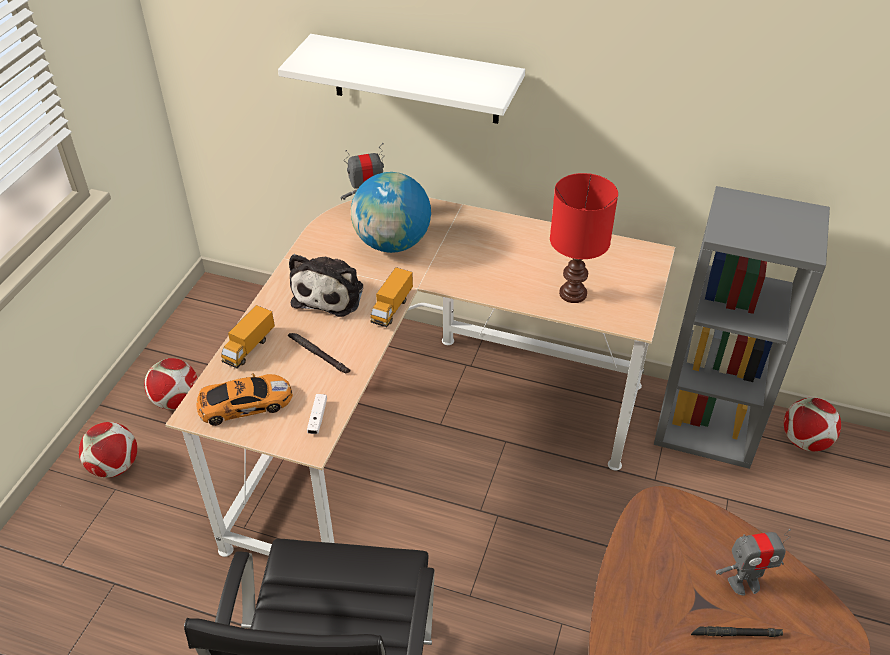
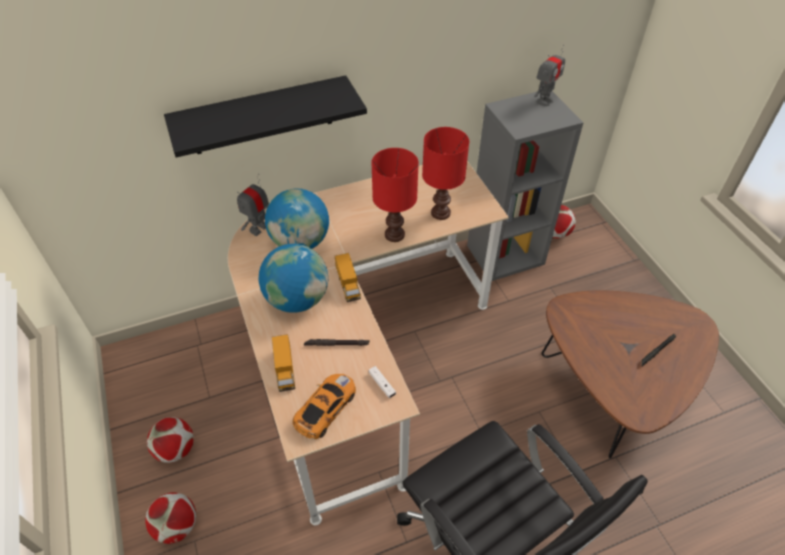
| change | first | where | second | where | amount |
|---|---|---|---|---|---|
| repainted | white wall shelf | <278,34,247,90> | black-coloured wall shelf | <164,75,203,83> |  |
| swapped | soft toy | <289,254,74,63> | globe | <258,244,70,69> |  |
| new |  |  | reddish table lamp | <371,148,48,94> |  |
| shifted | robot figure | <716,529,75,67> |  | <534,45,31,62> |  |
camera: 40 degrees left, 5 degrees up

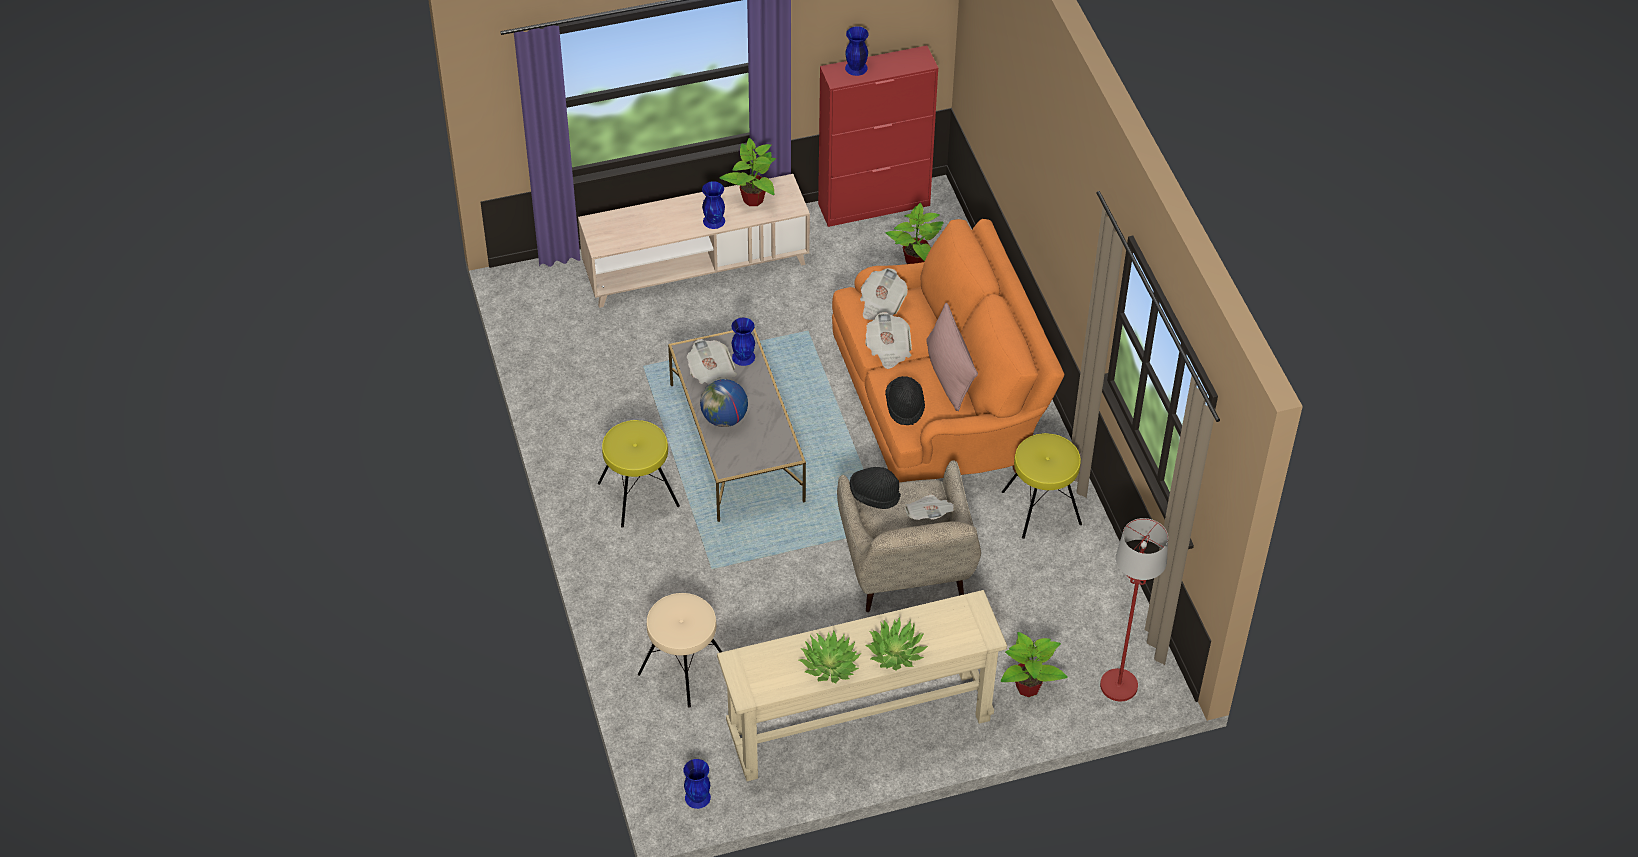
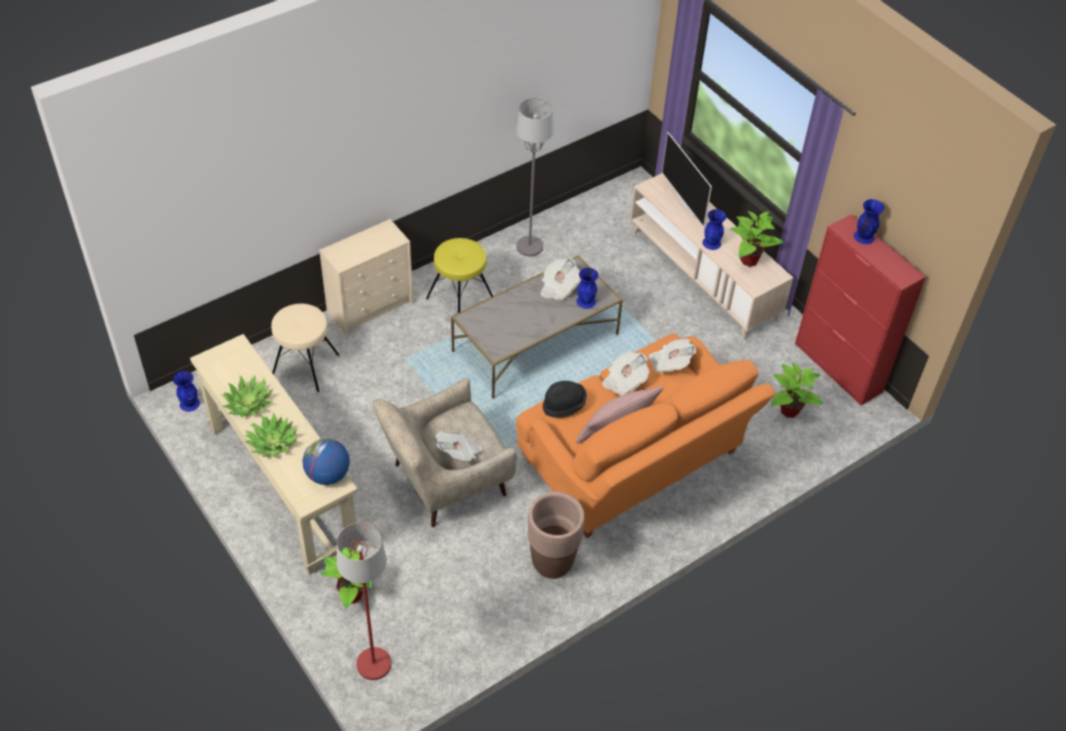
| change | first | where | second | where | amount |
|---|---|---|---|---|---|
| shifted | globe | <700,379,48,48> |  | <303,438,47,47> |  |
| new |  |  | beige drawer chest | <319,219,94,116> |  |
| new |  |  | gray standard lamp | <516,98,38,158> |  |
| swapped | yellow stool | <1002,433,80,106> | brown-coloured plant pot | <528,492,57,87> |  |
| new |  |  | TV set | <662,132,50,95> |  |
| gone | black-coloured wearable hat | <850,467,51,42> |  |  |  |
camera: 70 degrees right, 0 degrees up

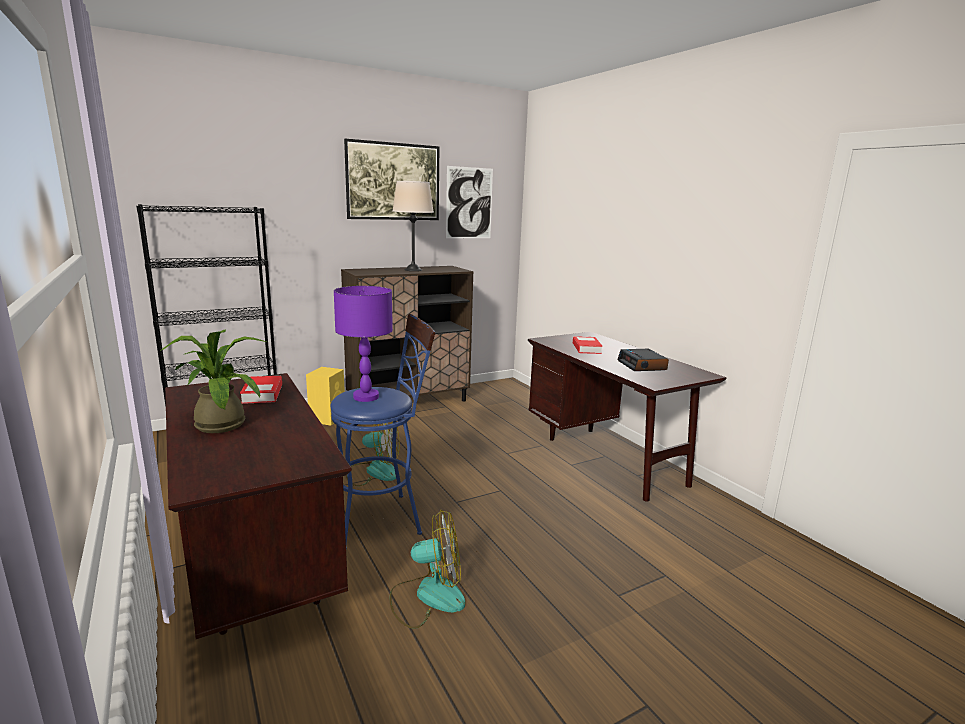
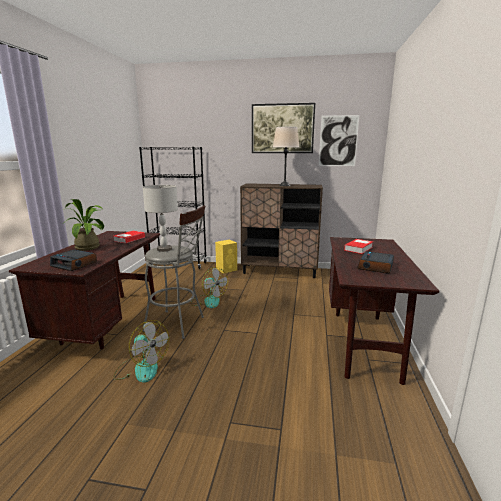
| change | first | where | second | where | amount |
|---|---|---|---|---|---|
| new |  |  | alarm clock | <50,250,47,21> |  |
| repainted | blue stool | <330,314,105,235> | gray stool | <142,205,64,134> |  |
| repainted | purplish table lamp | <334,286,59,116> | gray table lamp | <143,185,35,67> |  |
camera: 40 degrees right, 0 degrees up

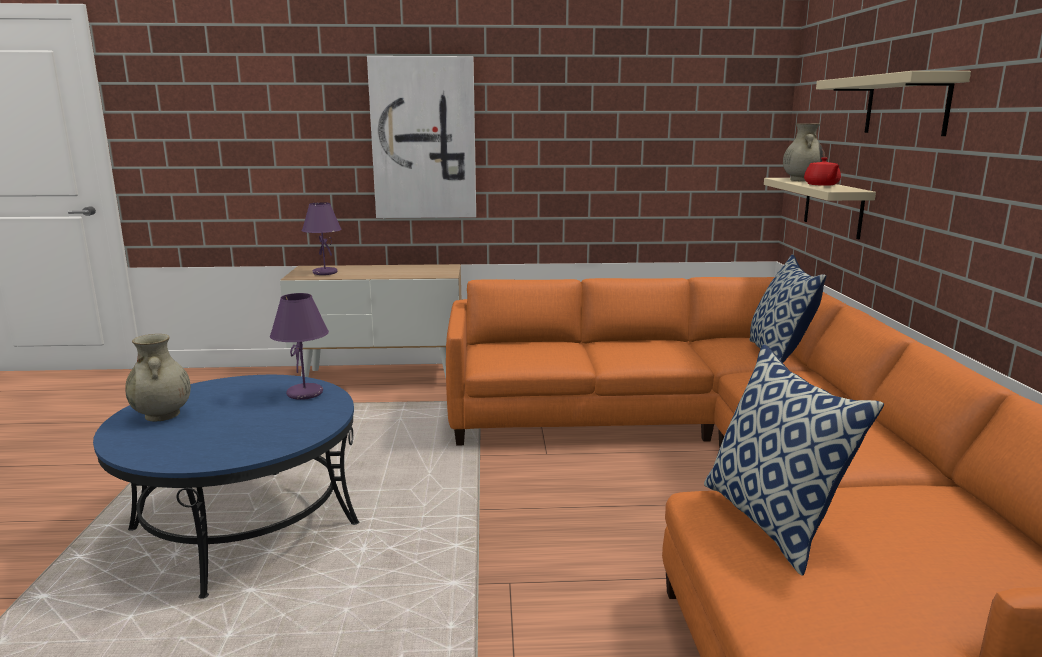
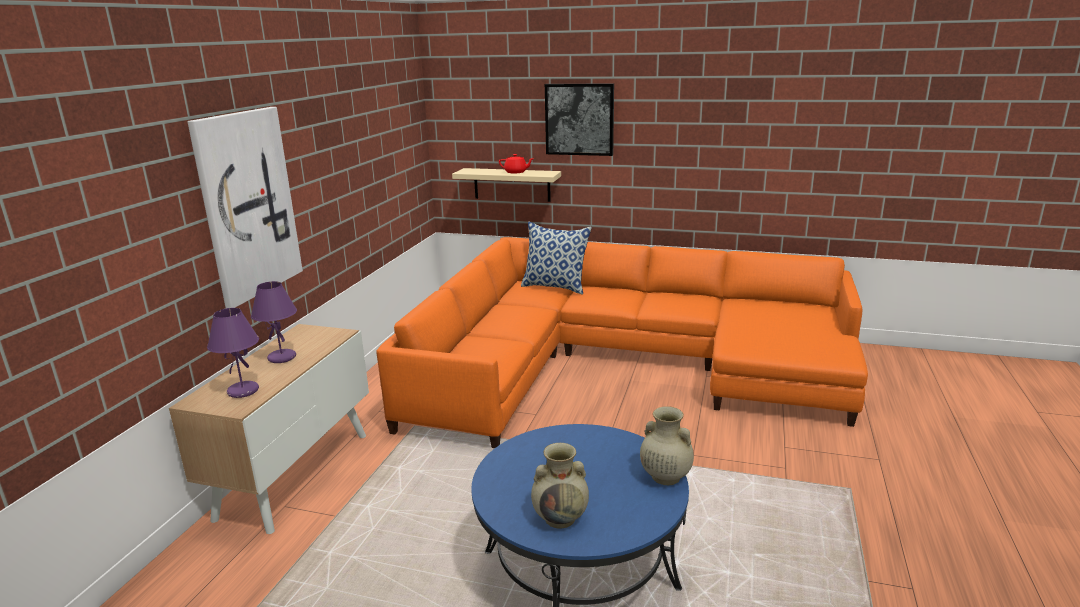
| change | first | where | second | where | amount |
|---|---|---|---|---|---|
| shifted | purplish table lamp | <270,293,59,107> |  | <251,281,46,82> |  |
| swapped | beige wall shelf | <816,71,155,65> | picture | <545,84,69,72> |  |
| shifted | beige flower vase | <783,124,42,57> |  | <640,406,54,79> |  |
| gone | cushion | <704,344,180,232> |  |  |  |
camera: 70 degrees left, 5 degrees up

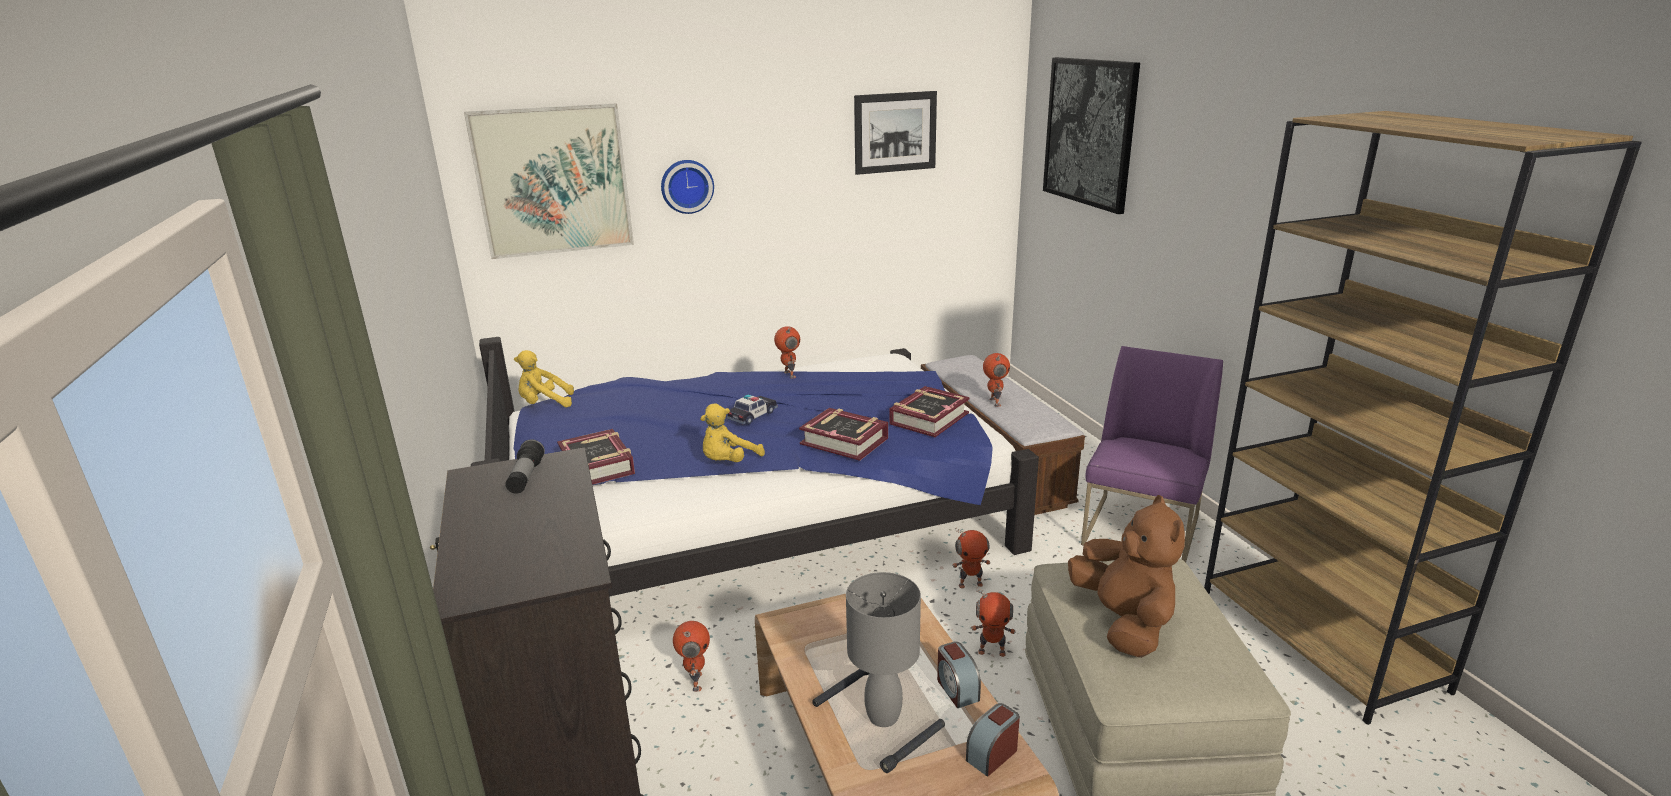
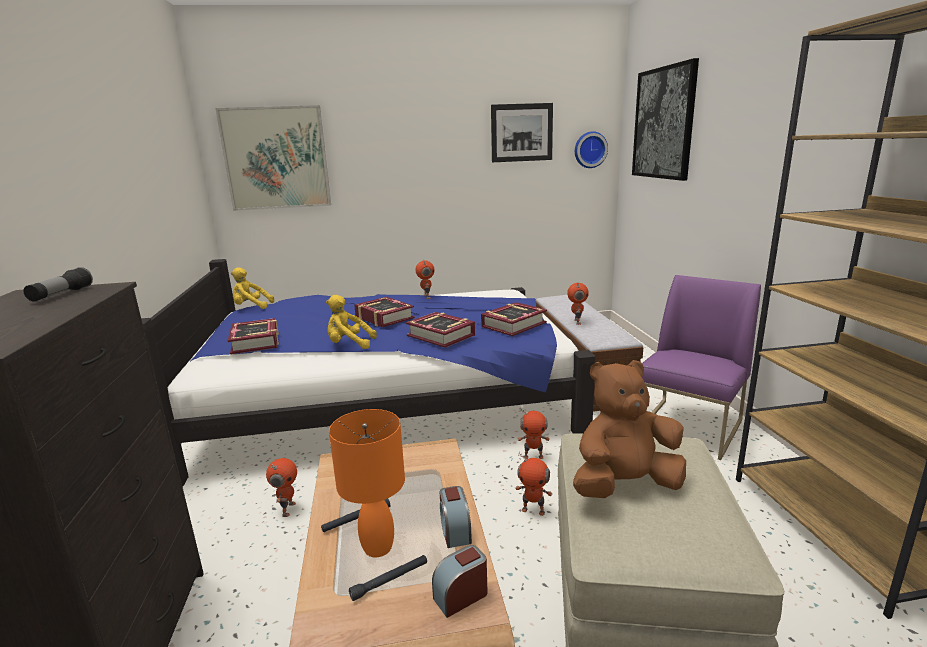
| change | first | where | second | where | amount |
|---|---|---|---|---|---|
| rotated | yellow soft toy | <700,403,65,59> |  | <326,295,51,54> | 45 degrees clockwise |
| repainted | gray table lamp | <846,572,75,155> | orange table lamp | <329,409,76,148> |  |
| swapped | miniature car | <727,394,51,31> | bound book | <354,297,61,30> |  |
| rotated | brown-coloured soft toy | <1068,495,117,163> |  | <573,360,113,138> | 105 degrees counterclockwise |
| shifted | hanging clock | <661,160,53,54> |  | <575,131,33,37> |  |
camera: 10 degrees right, 5 degrees down

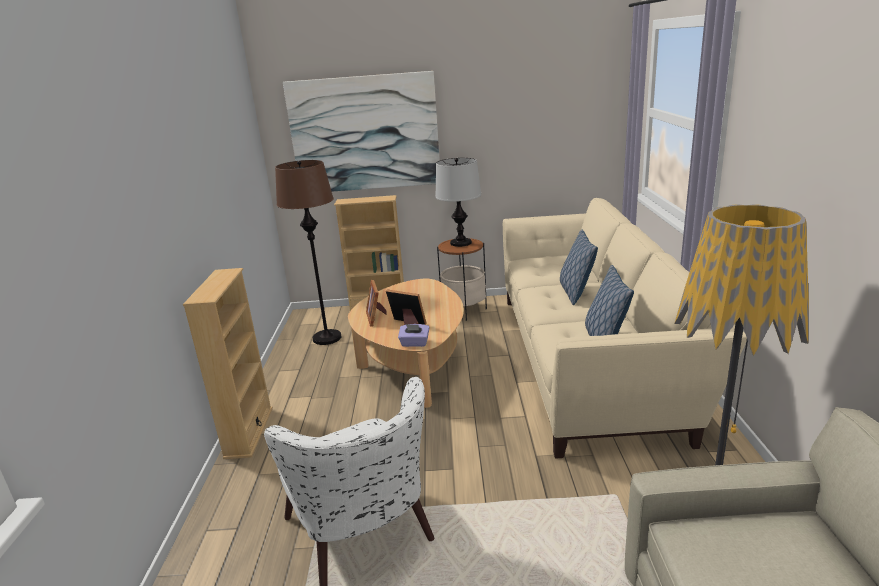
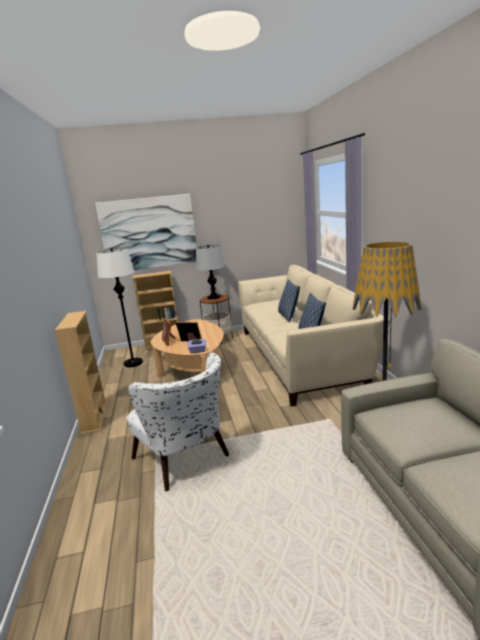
| change | first | where | second | where | amount |
|---|---|---|---|---|---|
| repainted | brown-coloured standard lamp | <275,160,66,185> | white standard lamp | <97,248,46,119> |  |
camera: 10 degrees left, 5 degrees down

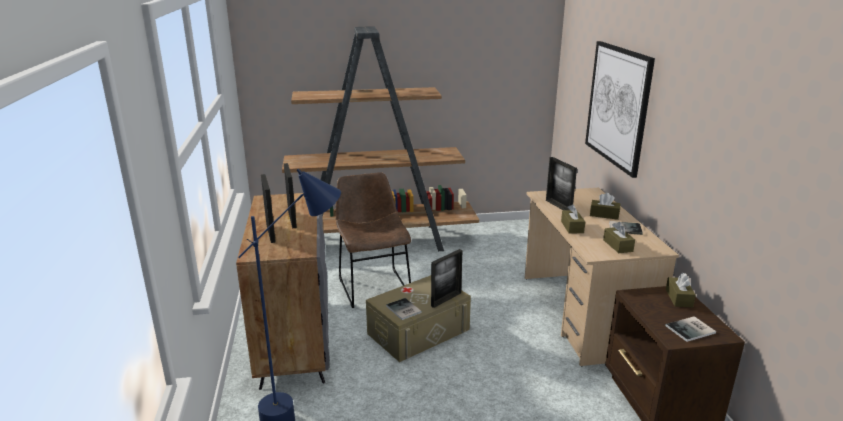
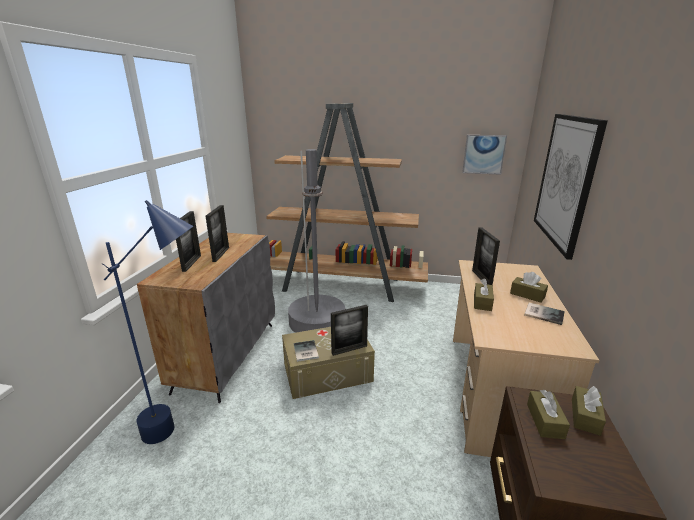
| change | first | where | second | where | amount |
|---|---|---|---|---|---|
| swapped | brown-coloured plain chair | <336,172,75,136> | gray standard lamp | <288,149,57,184> |  |
| new |  |  | picture | <462,135,45,40> |  |
| shifted | brown-coloured tissue box | <603,222,32,31> |  | <527,390,43,49> |  |
| gone | bound book | <665,316,51,26> |  |  |  |
camera: 20 degrees right, 0 degrees up

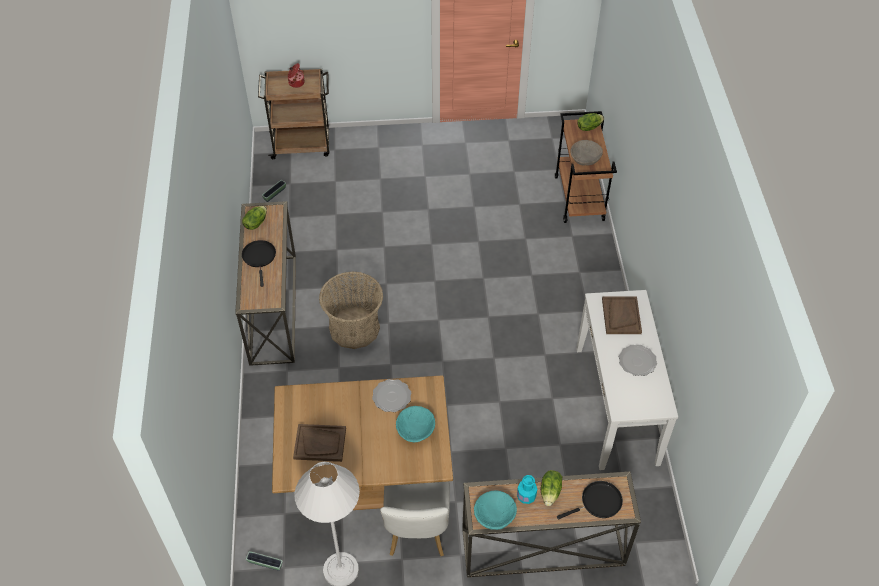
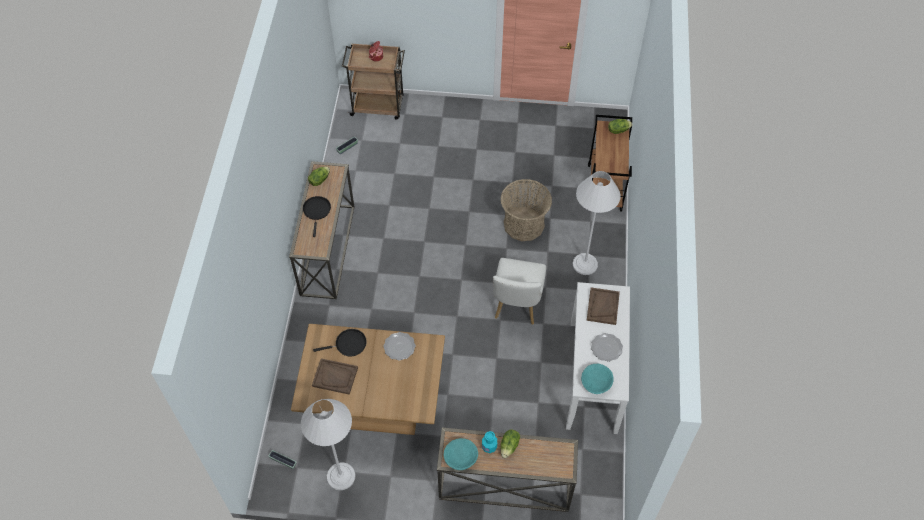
| change | first | where | second | where | amount |
|---|---|---|---|---|---|
| shifted | black-coloured pan | <557,481,66,39> |  | <313,329,54,27> |  |
| shifted | white plain chair | <380,481,70,75> |  | <493,258,53,67> |  |
| shifted | basket | <319,272,64,77> |  | <500,179,52,62> |  |
| new |  |  | white standard lamp | <573,171,48,104> |  |
| shifted | turquoise-coloured serving bowl | <396,406,39,36> |  | <581,364,32,30> |  |
| gone | beige serving bowl | <570,140,33,25> |  |  |  |
camera: 10 degrees right, 5 degrees up

